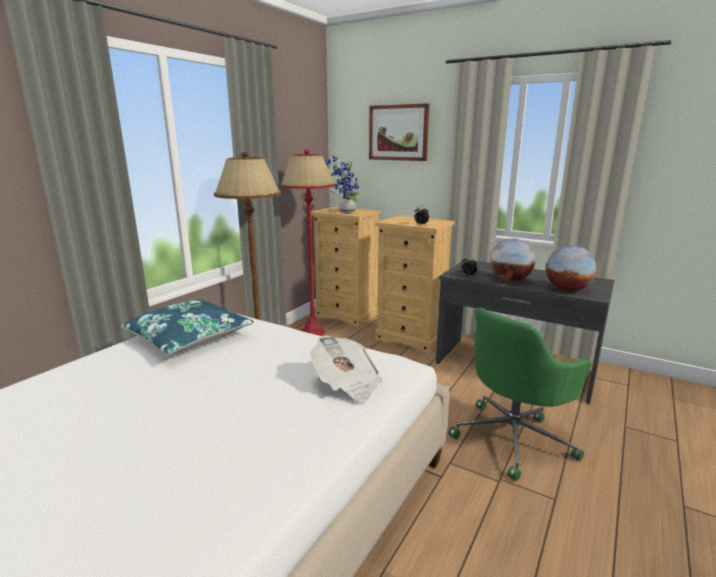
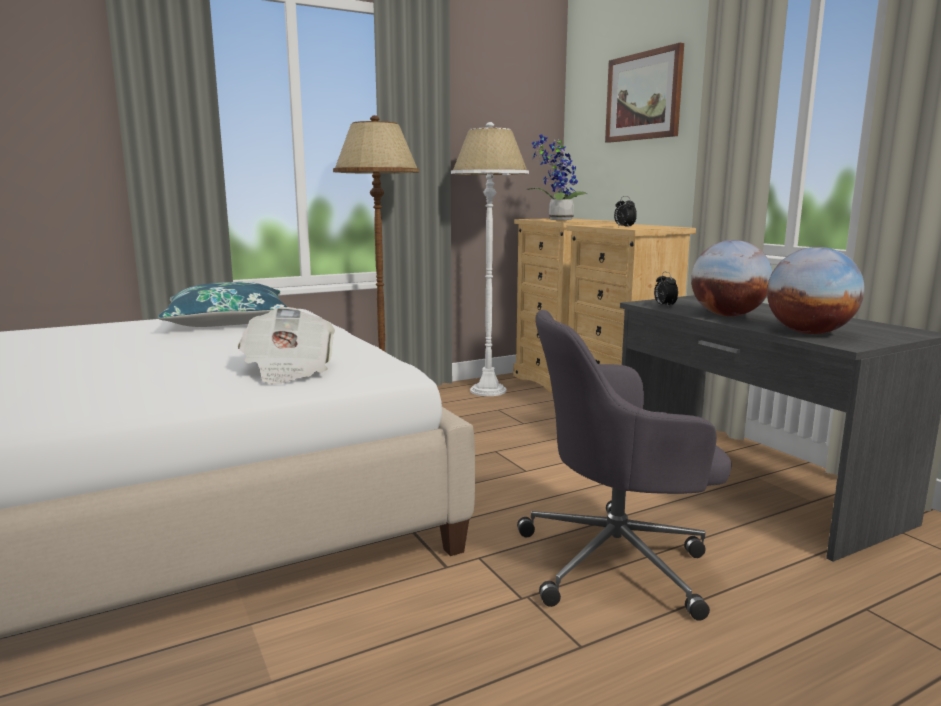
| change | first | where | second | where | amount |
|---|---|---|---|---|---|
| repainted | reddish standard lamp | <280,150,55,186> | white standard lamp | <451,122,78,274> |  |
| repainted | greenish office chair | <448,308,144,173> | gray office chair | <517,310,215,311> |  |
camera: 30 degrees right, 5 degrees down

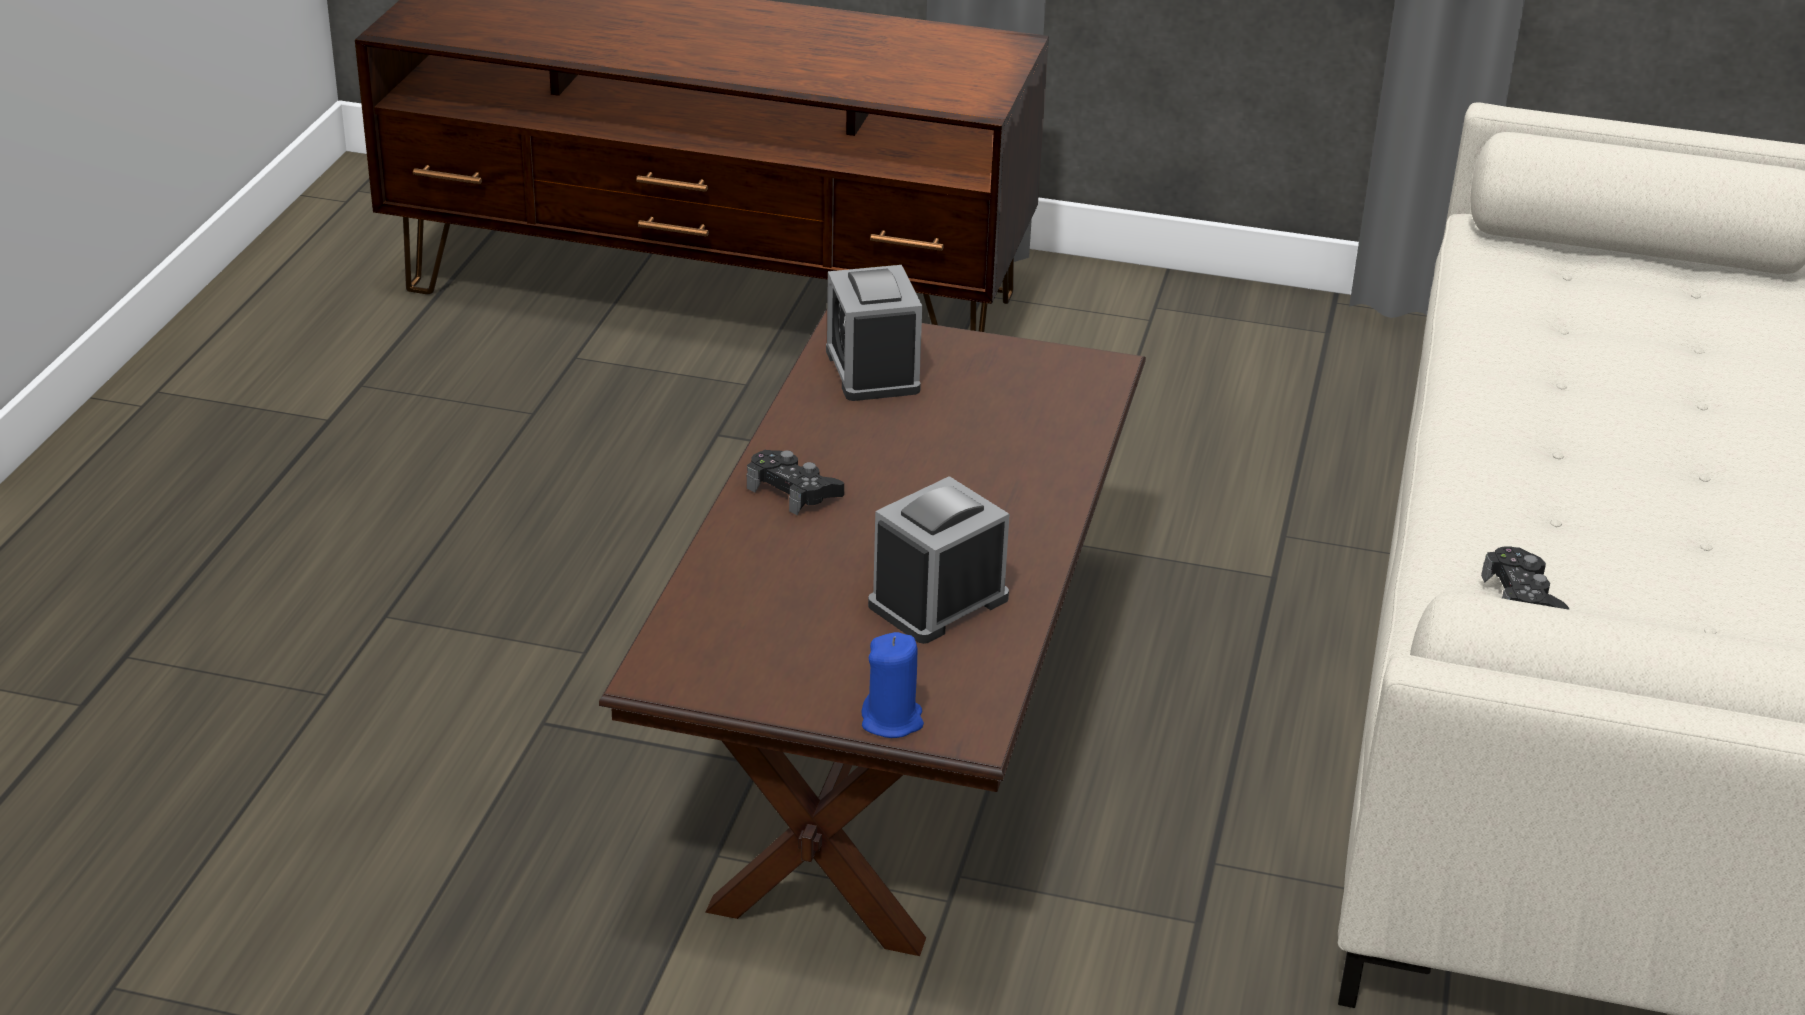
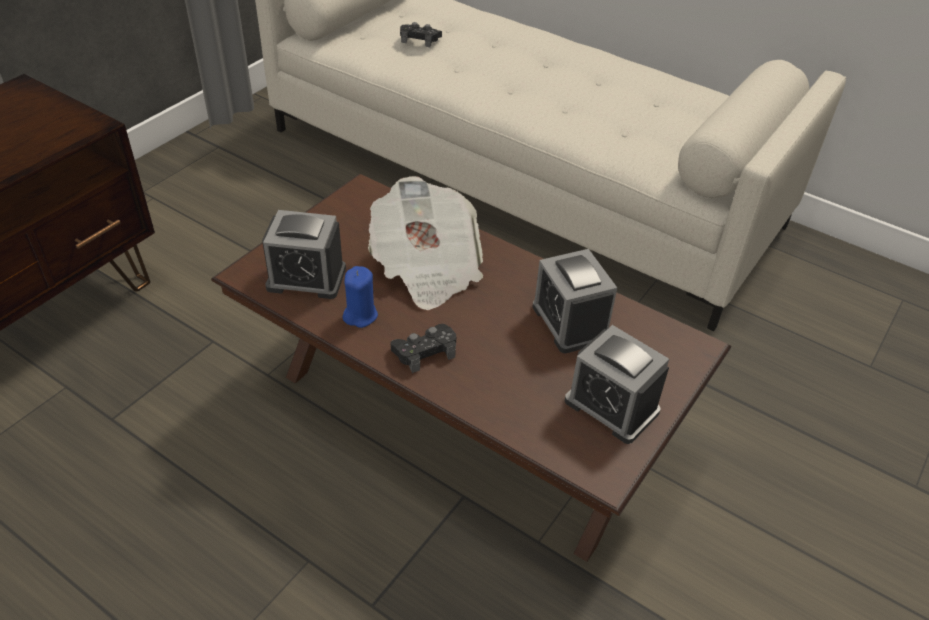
| change | first | where | second | where | amount |
|---|---|---|---|---|---|
| shifted | blue wax candle | <861,632,63,106> |  | <343,266,35,62> |  |
| new |  |  | printed paper | <368,176,115,134> |  |
| shifted | black-coloured game controller | <1481,546,88,64> |  | <400,22,42,25> |  |
| new |  |  | alarm clock | <565,325,104,119> |  |
camera: 70 degrees left, 10 degrees up

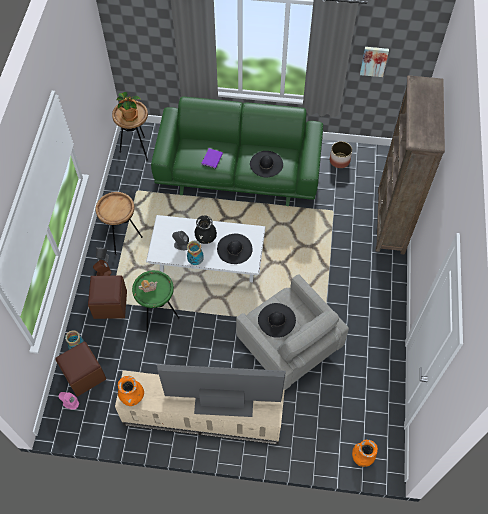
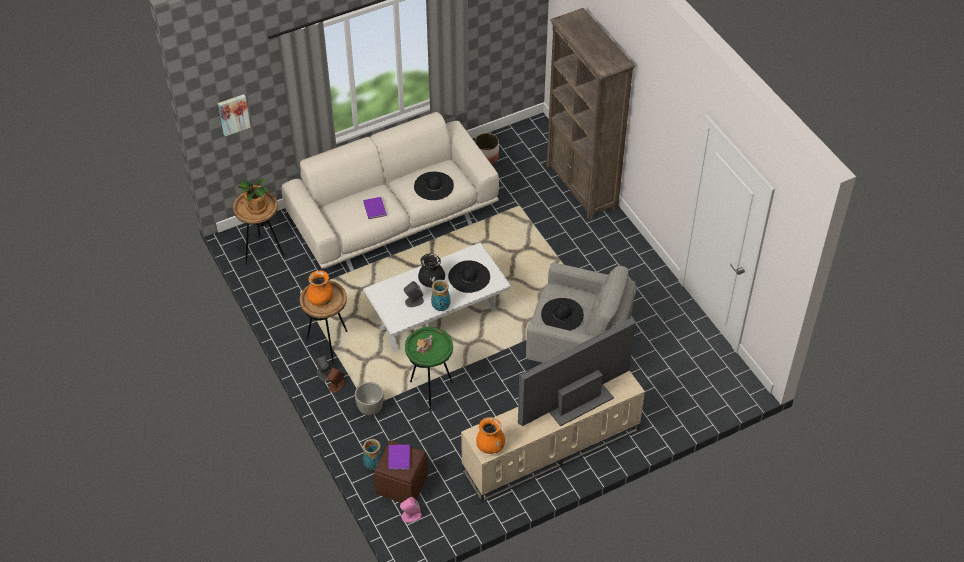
| change | first | where | second | where | amount |
|---|---|---|---|---|---|
| shifted | picture | <360,47,29,30> |  | <218,94,33,42> |  |
| repainted | greenish sofa | <151,96,172,110> | beige sofa | <282,112,217,160> |  |
| shifted | orange flower vase | <352,440,26,27> |  | <306,271,27,35> |  |
| swapped | brown-coloured pouffe | <88,275,39,44> | gray plant pot | <355,382,29,33> |  |
| new |  |  | purplish bound book | <389,445,21,25> |  |
camera: 35 degrees left, 10 degrees down

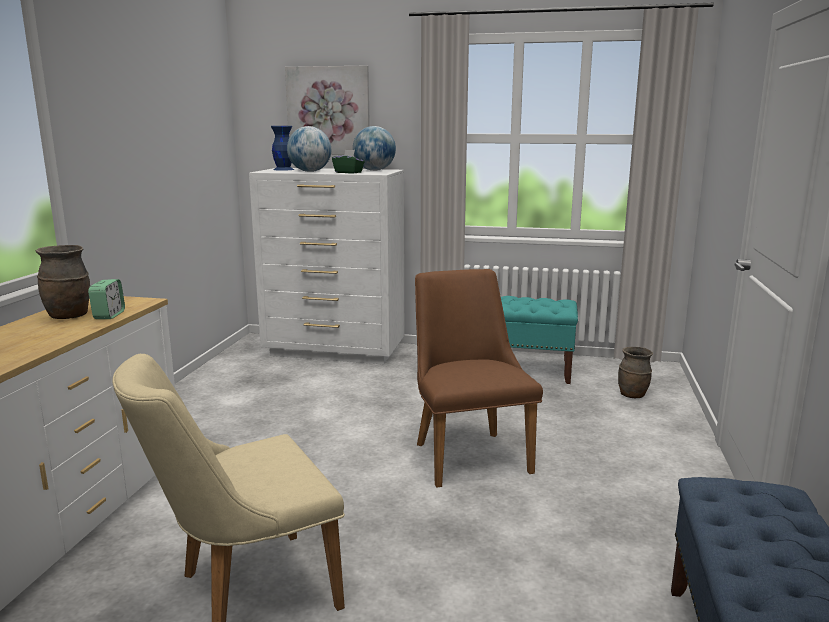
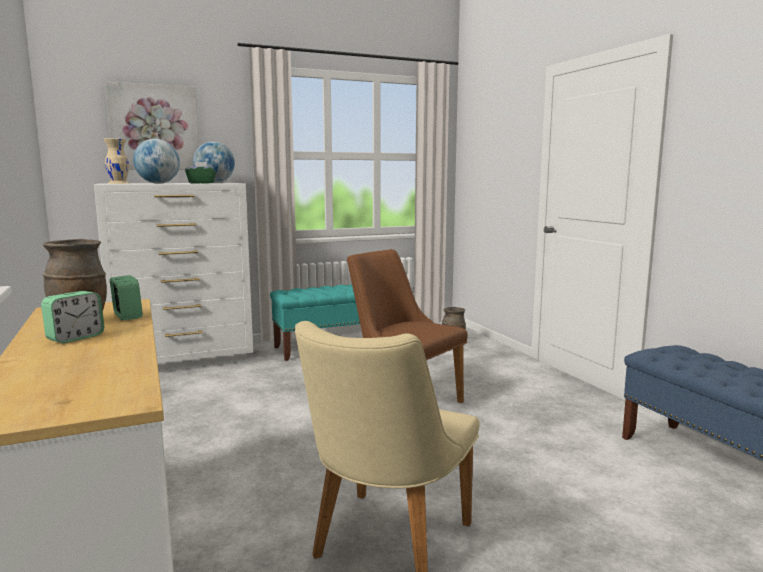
| change | first | where | second | where | amount |
|---|---|---|---|---|---|
| new |  |  | alarm clock | <41,291,63,52> |  |
| repainted | blue flower vase | <271,126,23,45> | beige flower vase | <103,138,27,46> |  |
camera: 35 degrees left, 5 degrees down

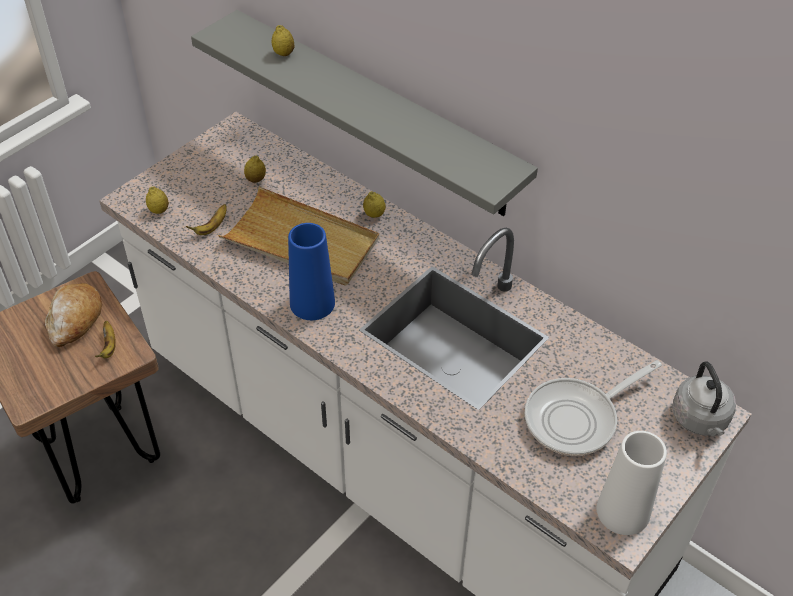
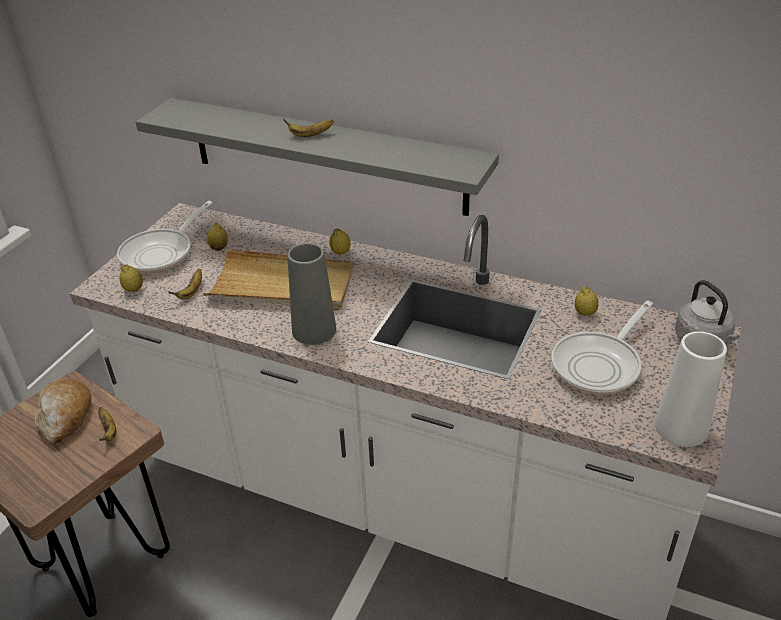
| change | first | where | second | where | amount |
|---|---|---|---|---|---|
| new |  |  | pan | <117,201,96,72> |  |
| new |  |  | whole banana | <283,119,51,18> |  |
| repainted | blue flower vase | <288,223,47,97> | gray flower vase | <287,243,49,102> |  |
| shifted | whole lemon | <272,25,22,31> |  | <575,286,23,30> |  |
camera: 15 degrees left, 10 degrees down

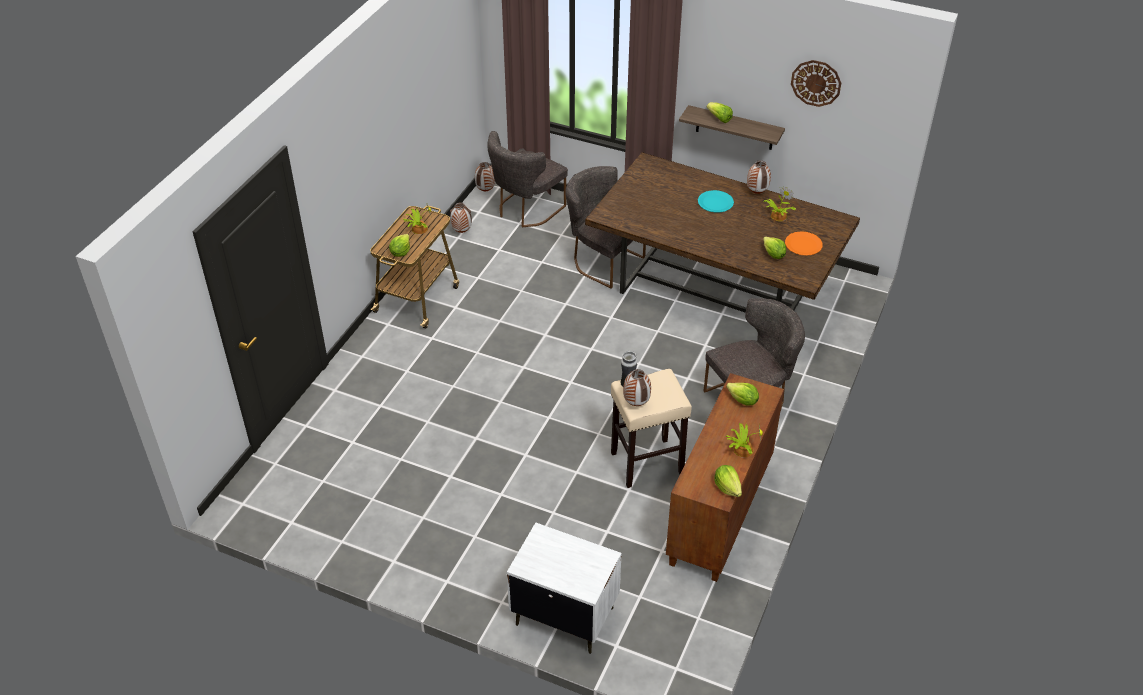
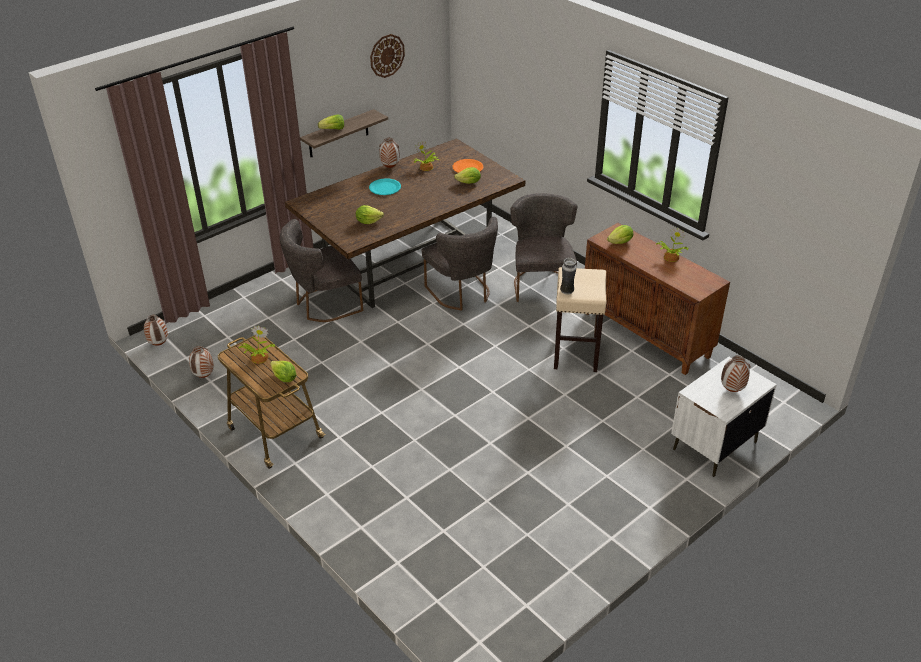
| change | first | where | second | where | amount |
|---|---|---|---|---|---|
| shifted | lettuce | <714,465,28,32> |  | <356,205,28,19> |  |
| shifted | gray plain chair | <487,131,81,96> |  | <422,217,76,94> |  |
| shifted | flower vase | <623,369,28,37> |  | <721,356,30,36> |  |
camera: 65 degrees left, 5 degrees down

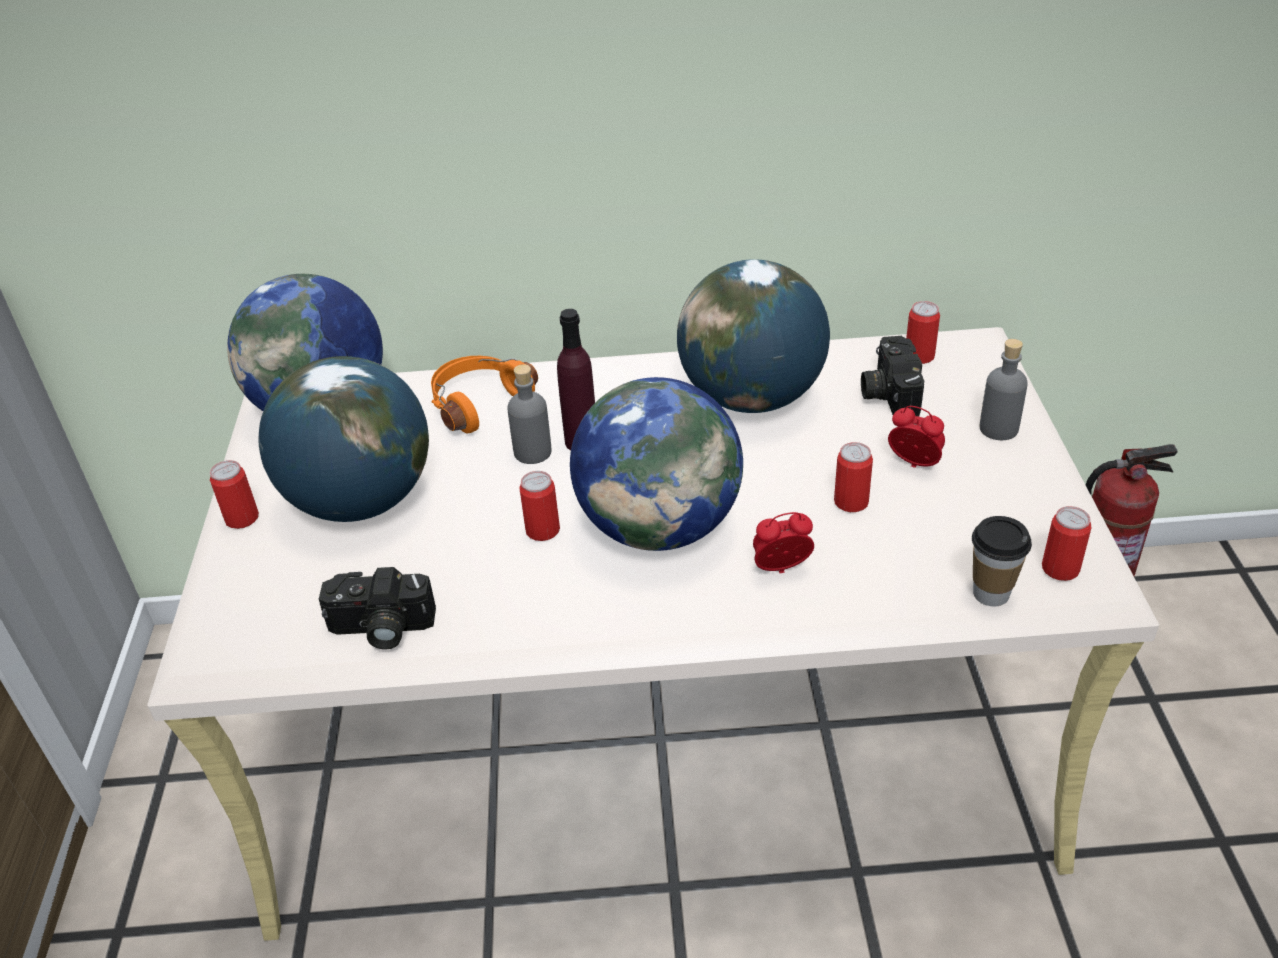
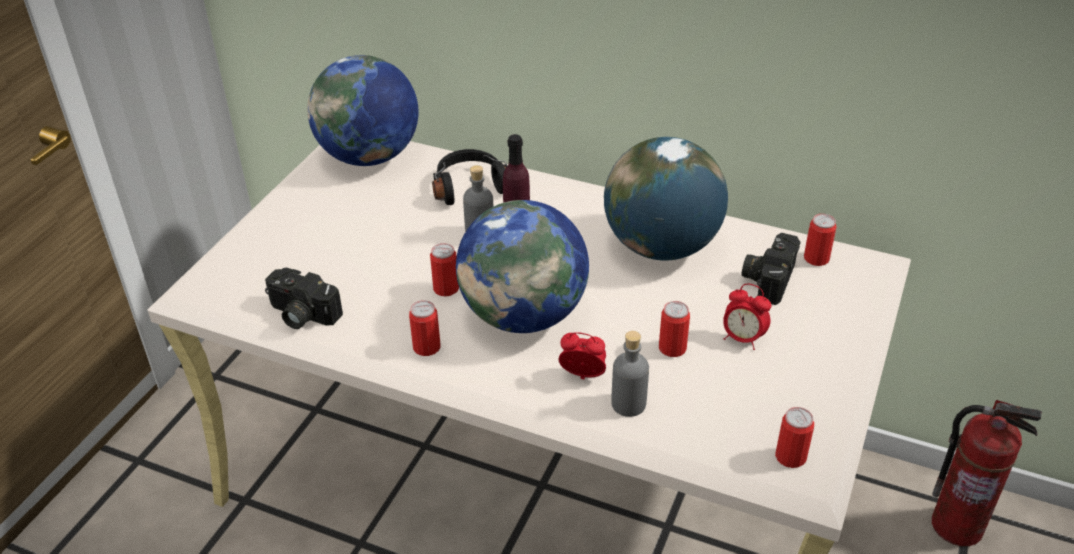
| change | first | where | second | where | amount |
|---|---|---|---|---|---|
| shifted | sealed can | <210,460,49,69> |  | <409,300,31,56> |  |
| repainted | orange pair of headphones | <431,356,107,77> | black-coloured pair of headphones | <432,149,75,56> |  |
| shifted | gray bottle | <979,339,49,101> |  | <611,331,38,86> |  |
| rotated | alarm clock | <888,406,57,62> |  | <723,284,48,66> | 150 degrees clockwise |
| gone | globe | <258,356,171,166> |  |  |  |
| gone | drinking cup | <972,516,60,91> |  |  |  |
camera: 25 degrees right, 0 degrees up

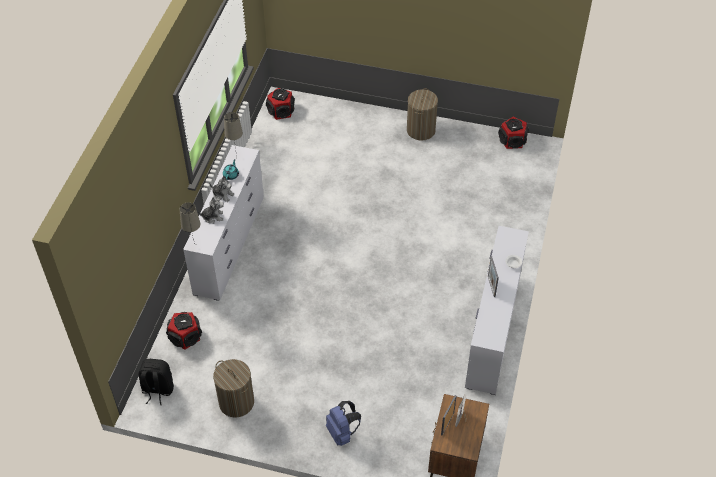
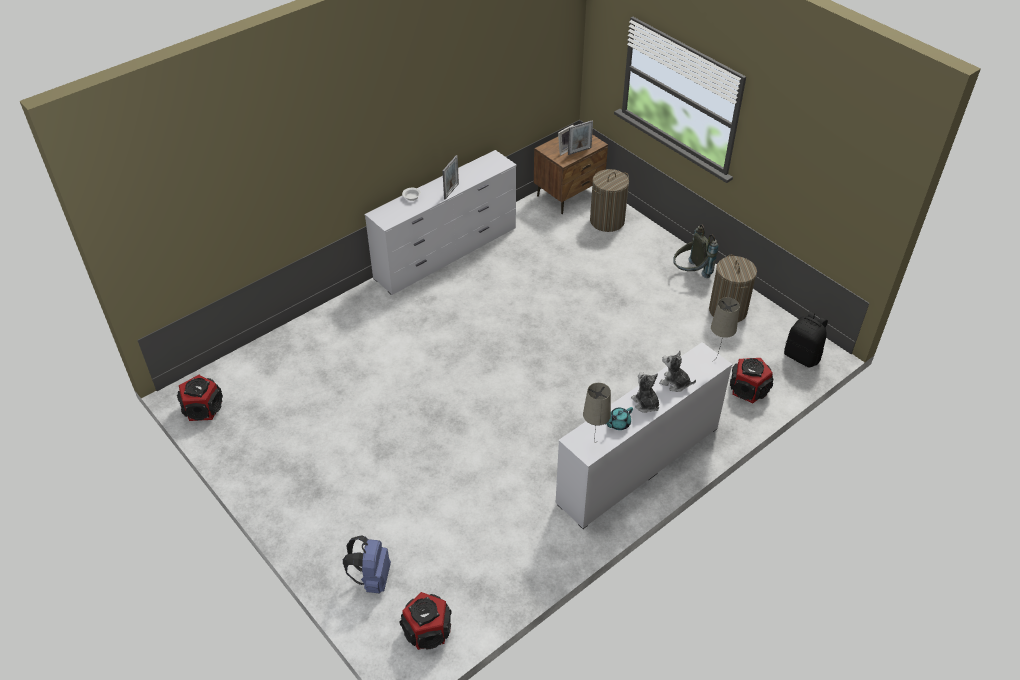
| change | first | where | second | where | amount |
|---|---|---|---|---|---|
| shifted | blue backpack | <326,401,35,45> |  | <343,535,48,58> |  |
| shifted | washing basket | <407,88,31,53> |  | <590,169,39,63> |  |
| new |  |  | gray backpack | <673,224,45,54> |  |
camera: 145 degrees left, 5 degrees down

